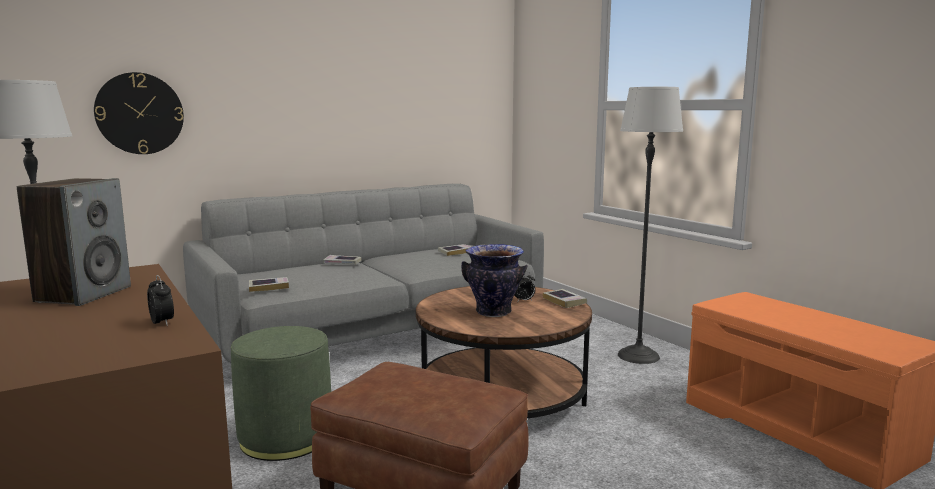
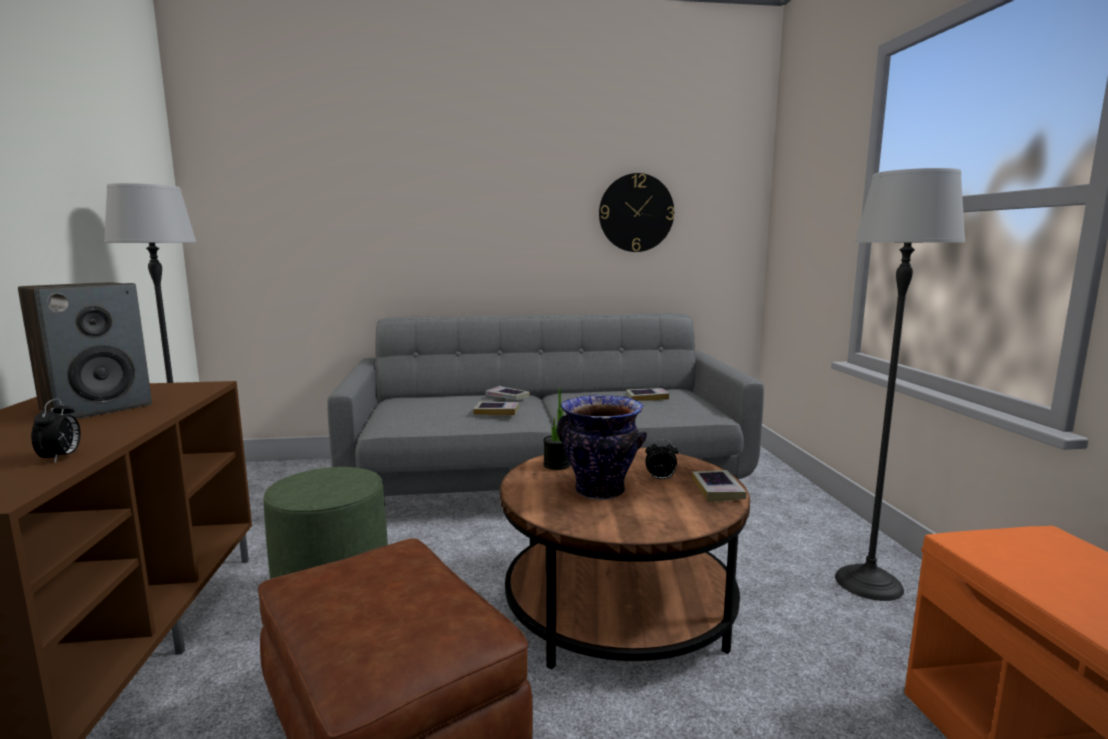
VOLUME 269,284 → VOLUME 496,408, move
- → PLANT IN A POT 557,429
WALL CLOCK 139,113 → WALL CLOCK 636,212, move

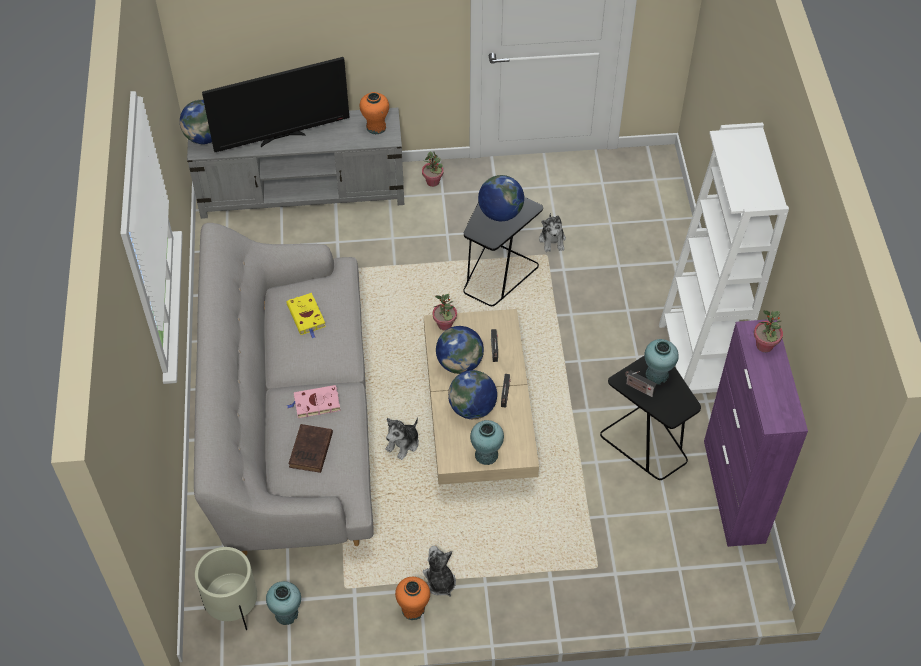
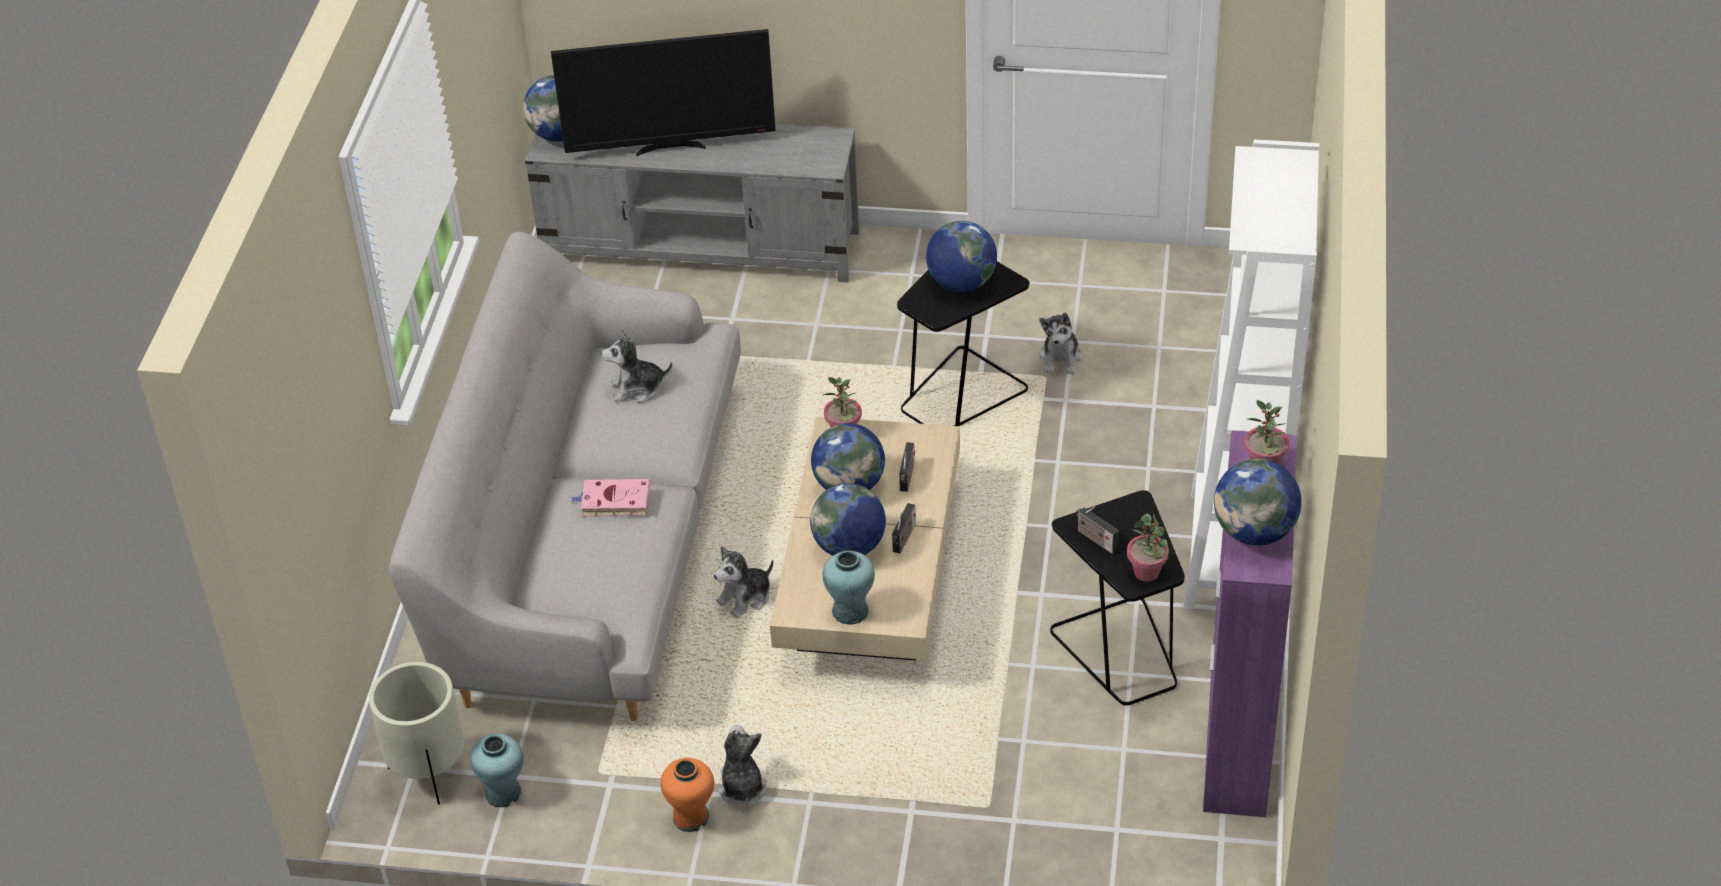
YELLOW VOLUME 306,316 → CUDDLY TOY 636,366
PLANT IN A POT 433,169 → PLANT IN A POT 1148,548, move
- → GLOBE 1258,502
BROWNISH VOLUME 310,448 → -
ORANGEY DECORATIVE VASE 374,113 → -
TURQUOISE-COLOURED DECORATIVE VASE 661,362 → -

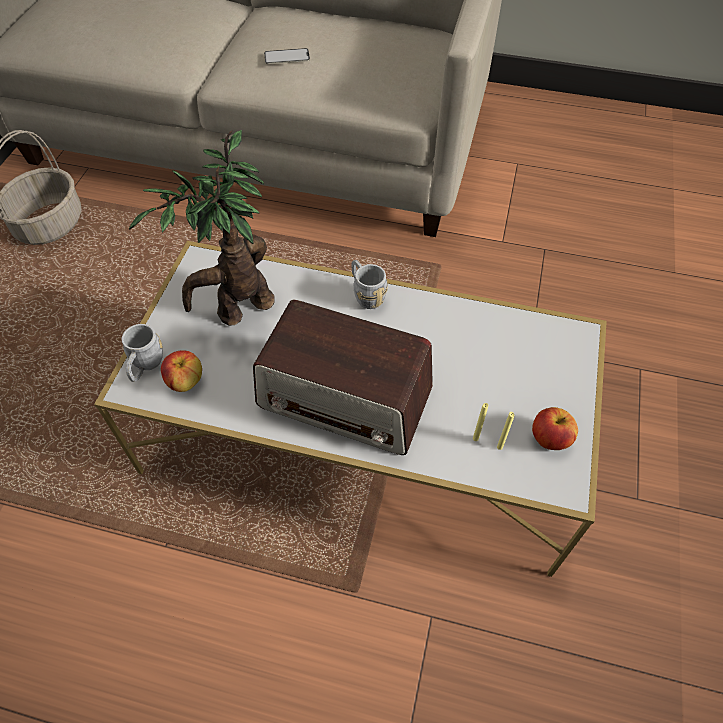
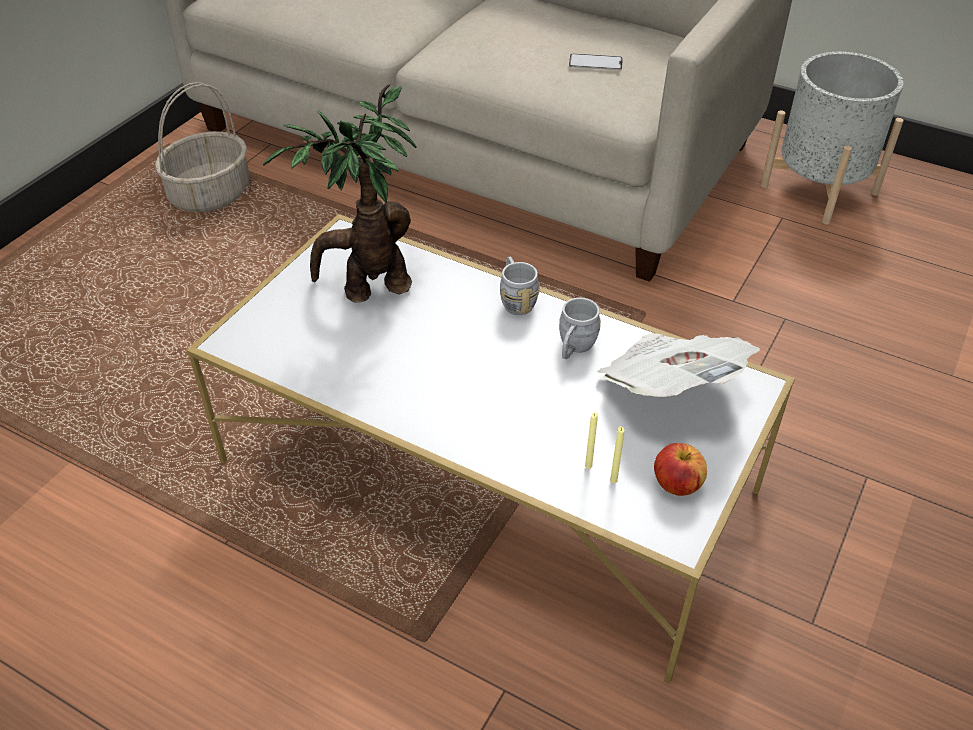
GREYISH COFFEE MUG 142,353 → GREYISH COFFEE MUG 580,328, move
TELEPHONE 287,56 → TELEPHONE 596,62, move
- → NEWSPAPER 678,365
- → GREYISH PLANT POT 832,138
APPLE 181,371 → -
RADIO SET 343,377 → -

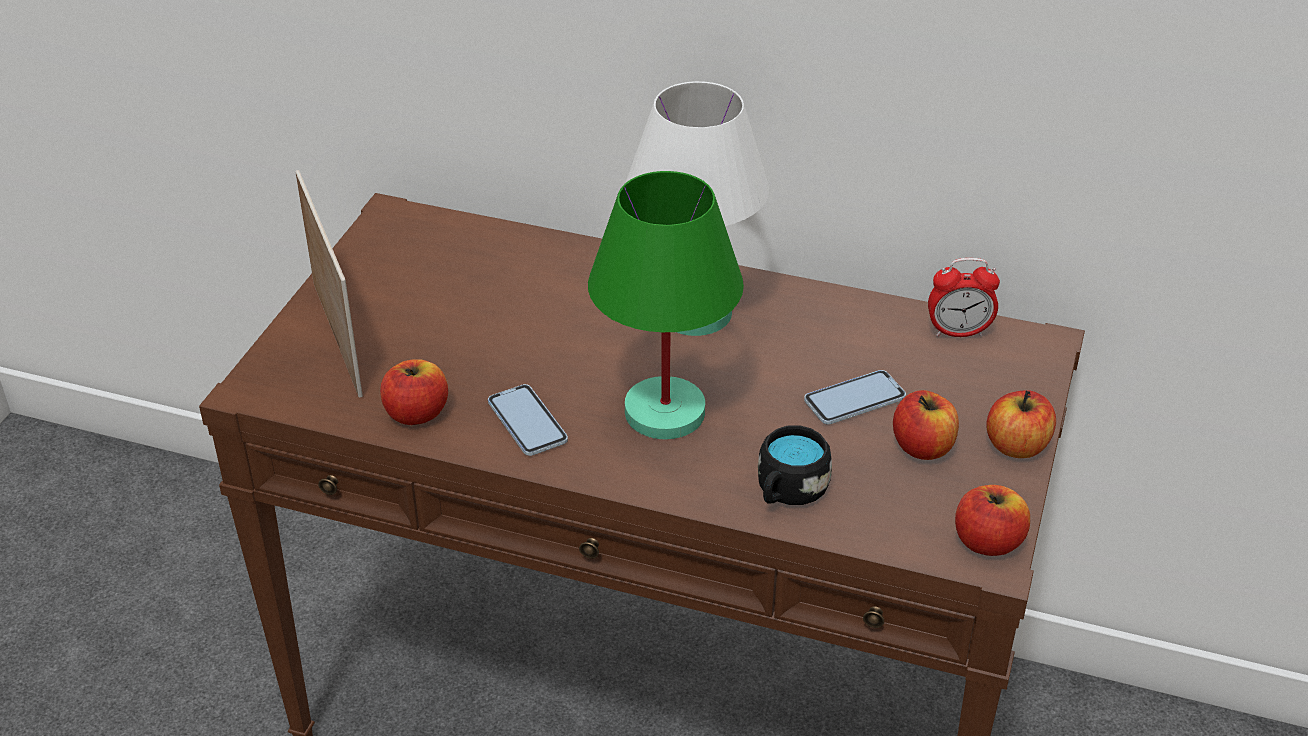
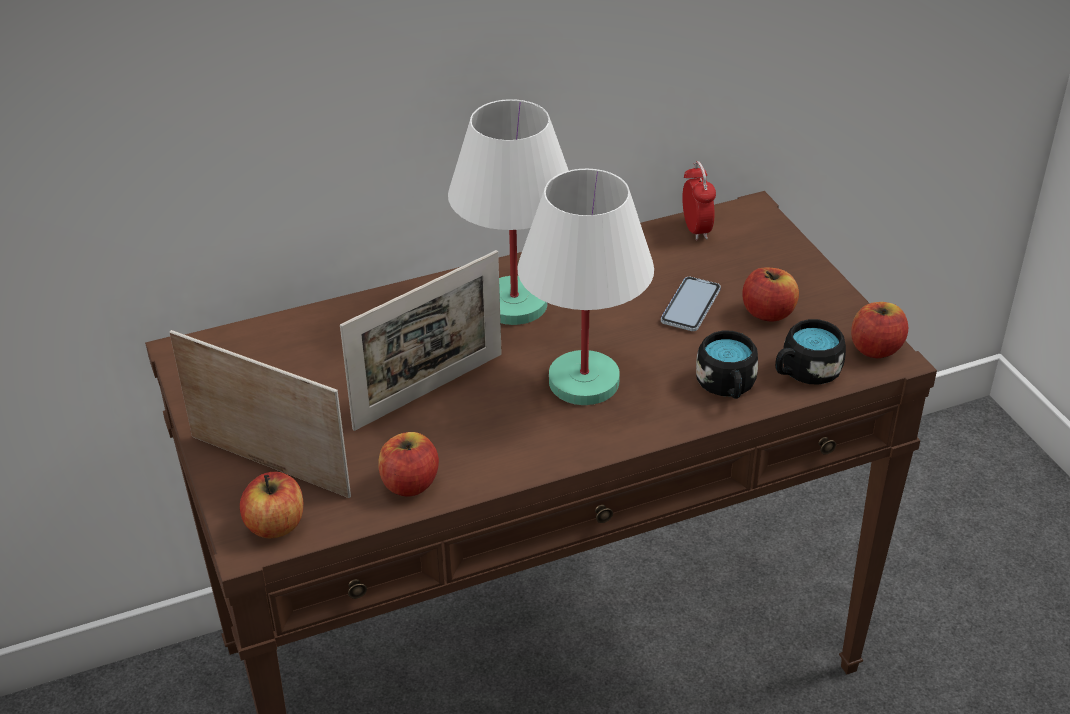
APPLE 1021,424 → APPLE 271,505, move
- → PICTURE FRAME 421,340
GREENISH LAMP FOR A TABLE 666,305 → WHITE LAMP FOR A TABLE 585,287
ALARM CLOCK 964,297 → ALARM CLOCK 699,201, 60 degrees counterclockwise
- → BLACKISH COFFEE MUG 810,351
TELEPHONE 528,420 → -

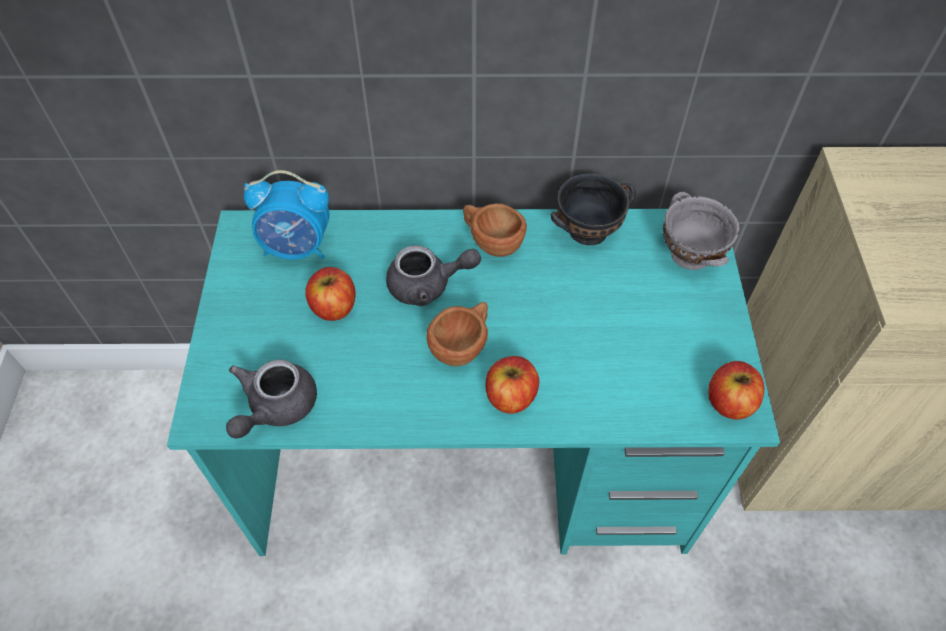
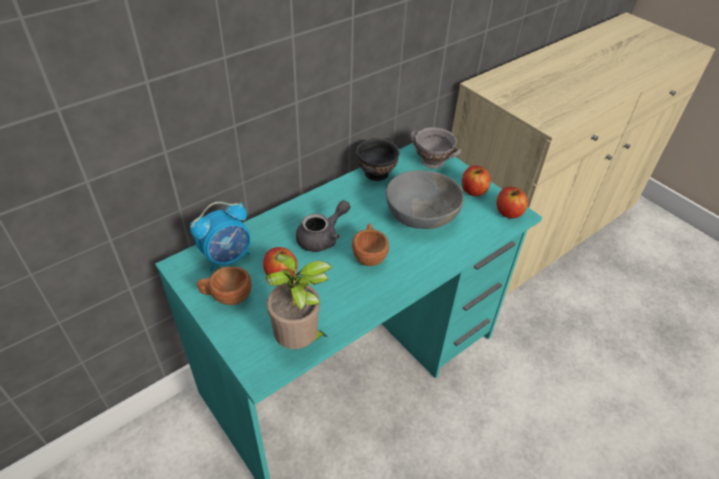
BROWNISH DRINKING CUP 495,230 → BROWNISH DRINKING CUP 224,286, move
GREYISH TEA POT 271,399 → PLANT IN A POT 299,301
- → GREYISH SERVING BOWL 425,199
APPLE 512,385 → APPLE 476,180, move

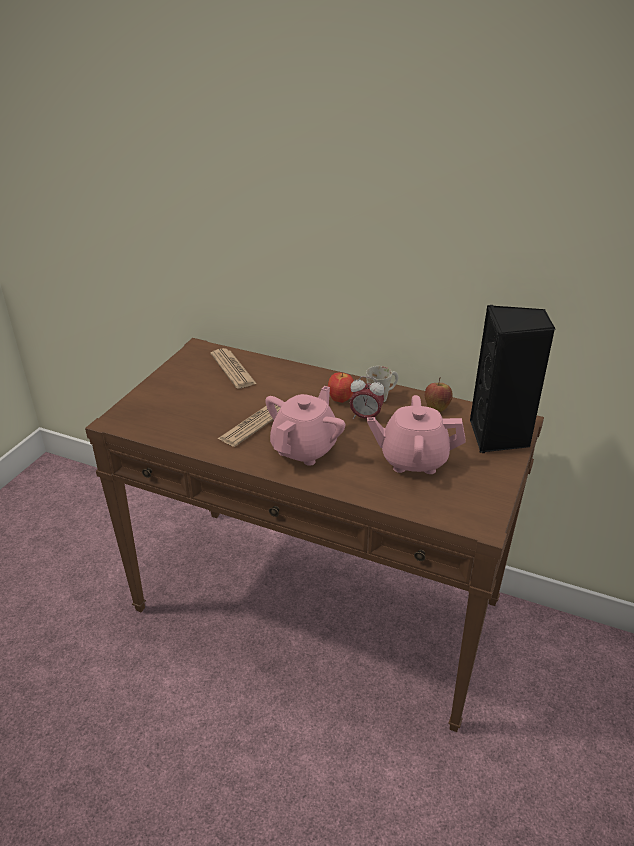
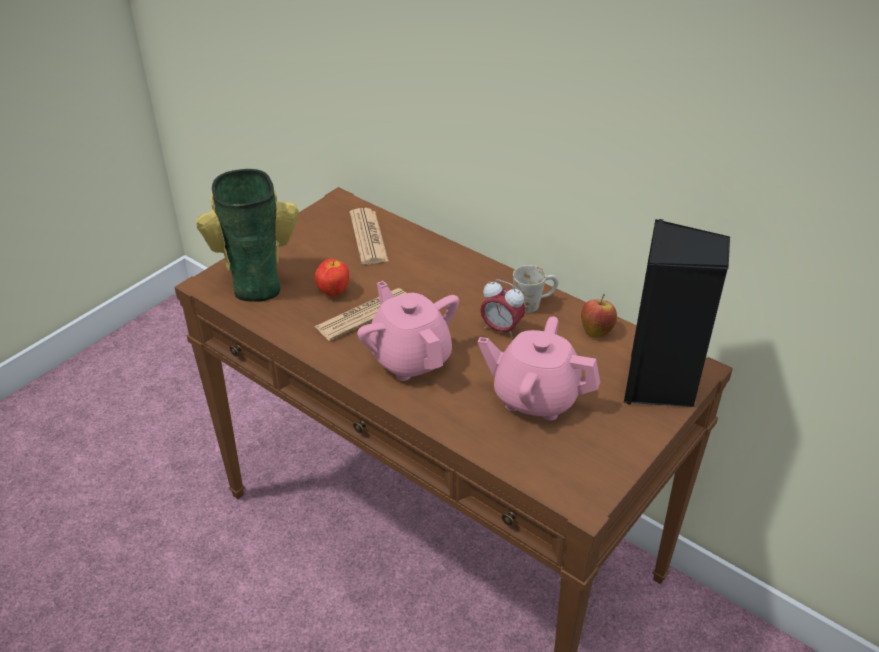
- → DECORATIVE VASE 247,235
APPLE 341,388 → APPLE 332,278, move
PINK TEA POT 305,426 → PINK TEA POT 408,331, 75 degrees counterclockwise

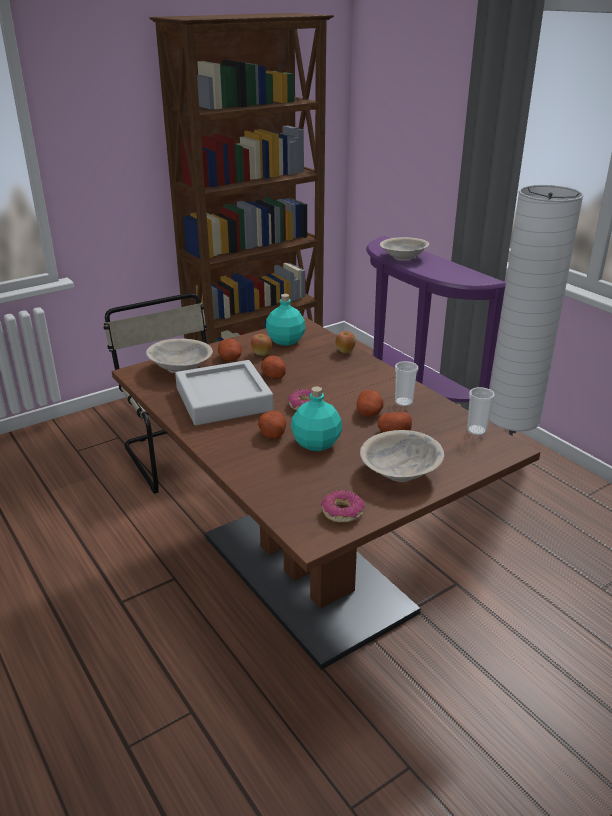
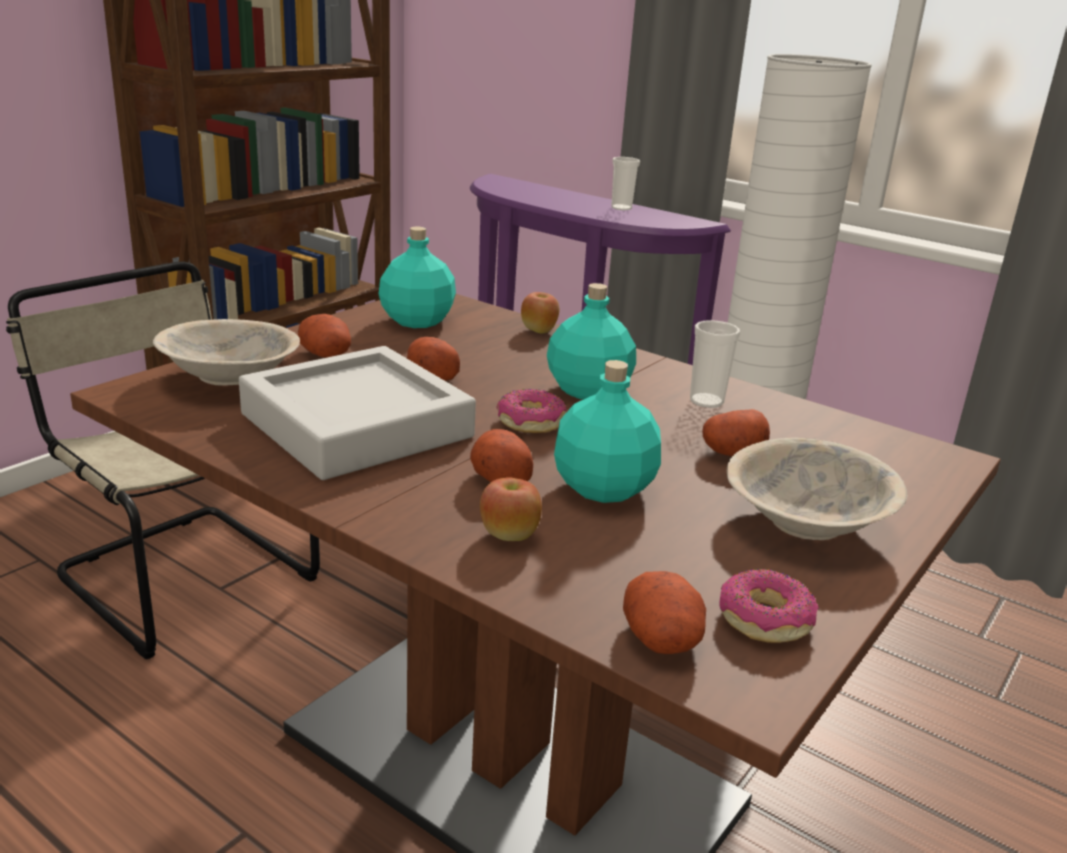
APPLE 261,345 → APPLE 511,509, move
- → TURQUOISE-COLOURED DRINK BOTTLE 591,341
DRINKING CUP 481,411 → DRINKING CUP 625,183, move
POTATO 370,403 → POTATO 664,612, move
SAND-COLOURED SERVING BOWL 404,248 → -

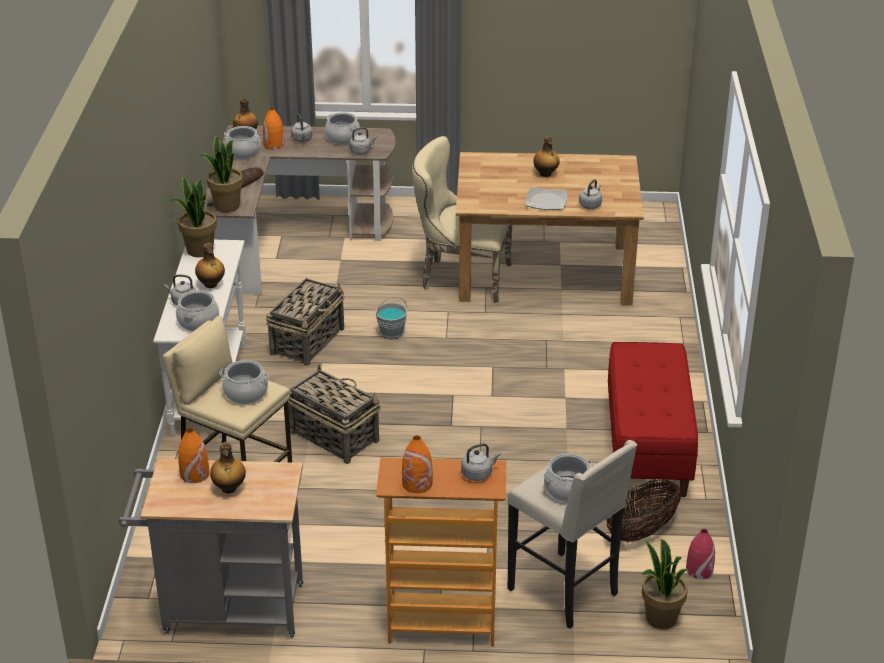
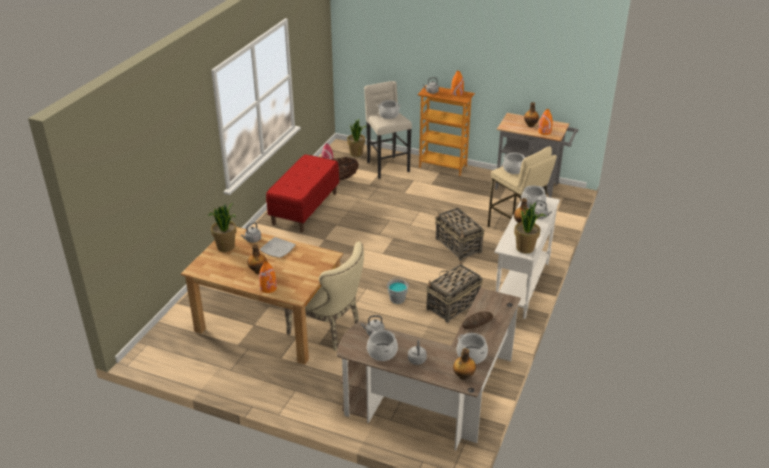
PLANT IN A POT 221,174 → PLANT IN A POT 222,227, move
ORANGEY DECORATIVE VASE 274,129 → ORANGEY DECORATIVE VASE 268,277, move

